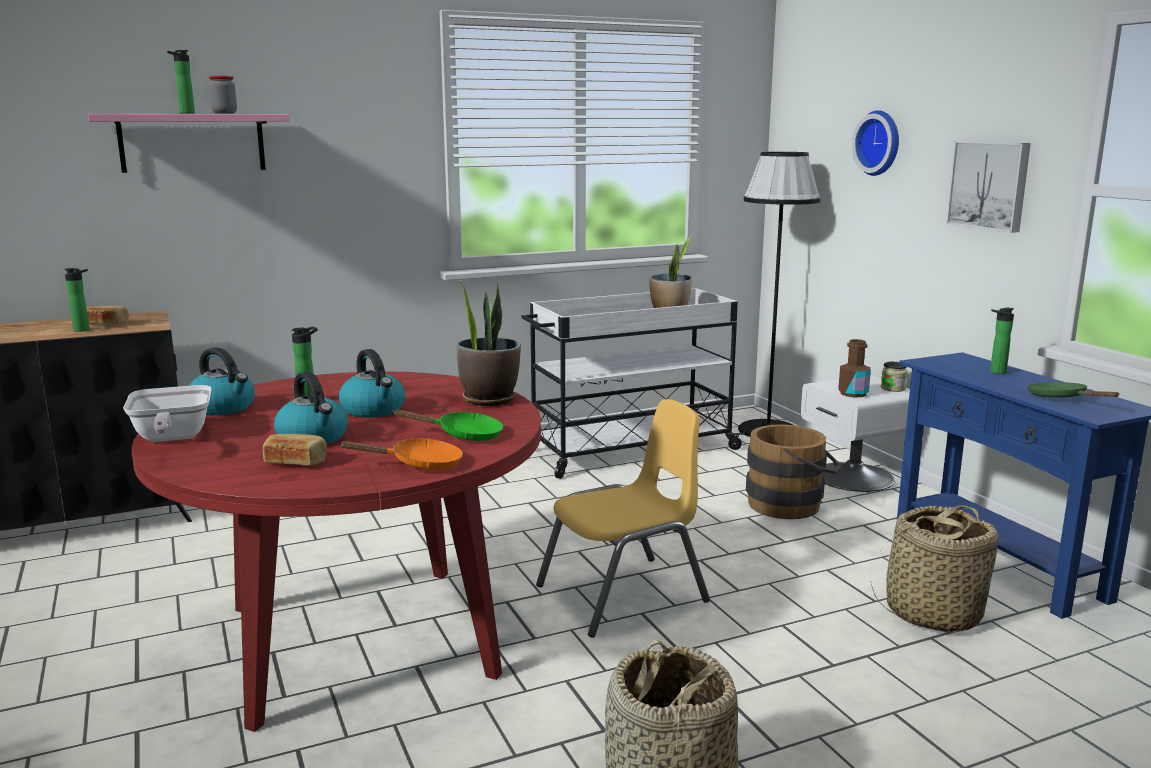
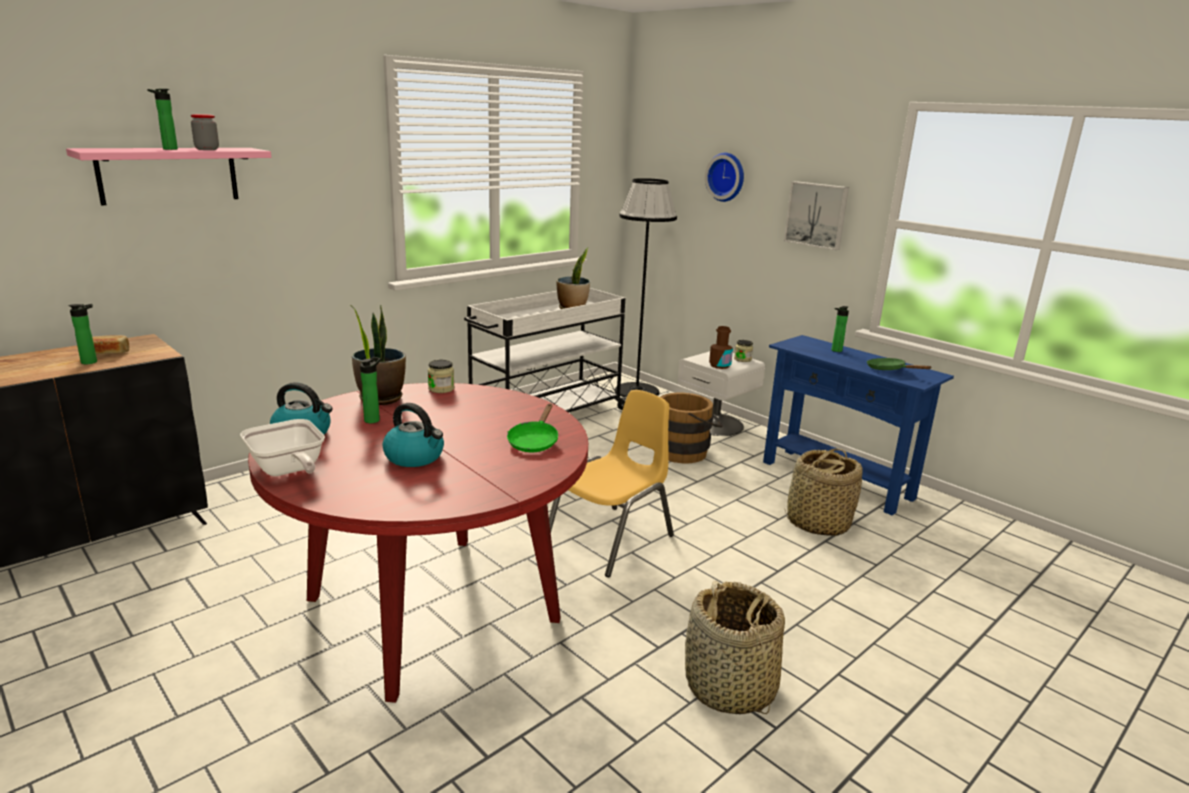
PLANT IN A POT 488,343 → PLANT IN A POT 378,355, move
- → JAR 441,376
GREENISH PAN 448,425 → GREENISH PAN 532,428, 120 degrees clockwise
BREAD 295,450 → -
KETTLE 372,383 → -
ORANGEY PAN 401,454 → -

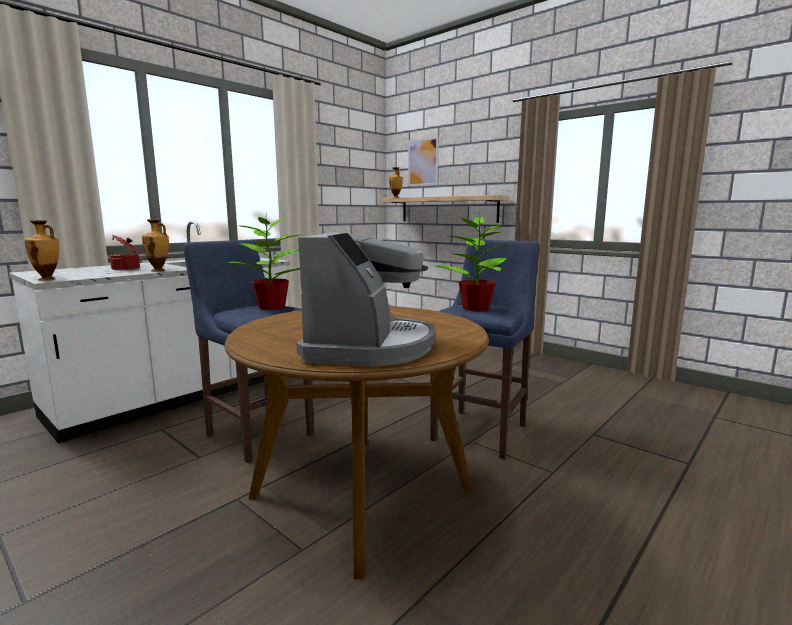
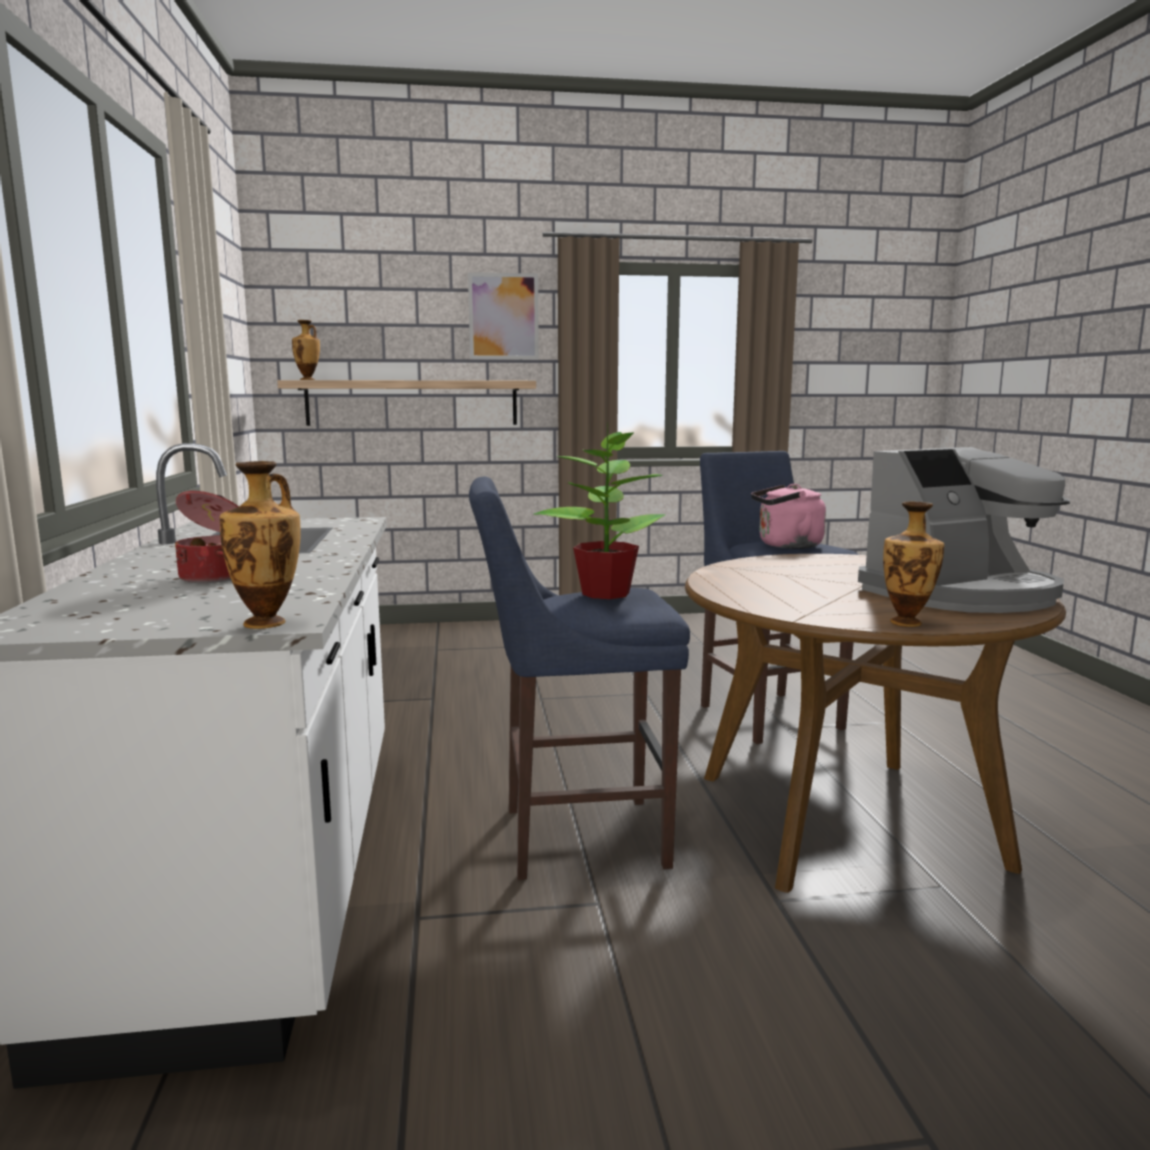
PICTURE 423,161 → PICTURE 503,316, move
PLANT IN A POT 473,261 → PINK KETTLE 788,516
COFFEE MAKER 366,299 → COFFEE MAKER 964,530, 105 degrees clockwise
DECORATIVE VASE 155,245 → DECORATIVE VASE 913,564, move

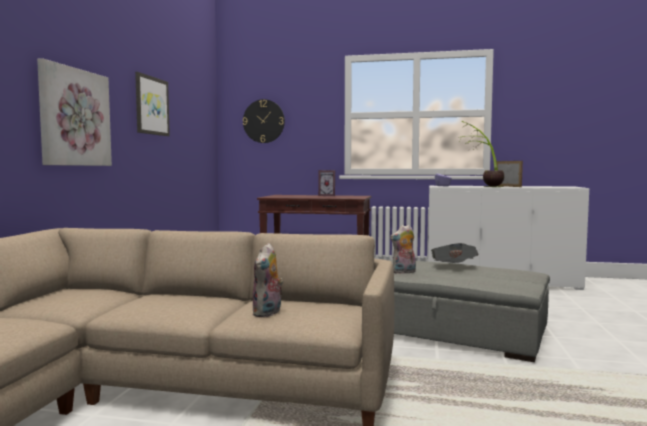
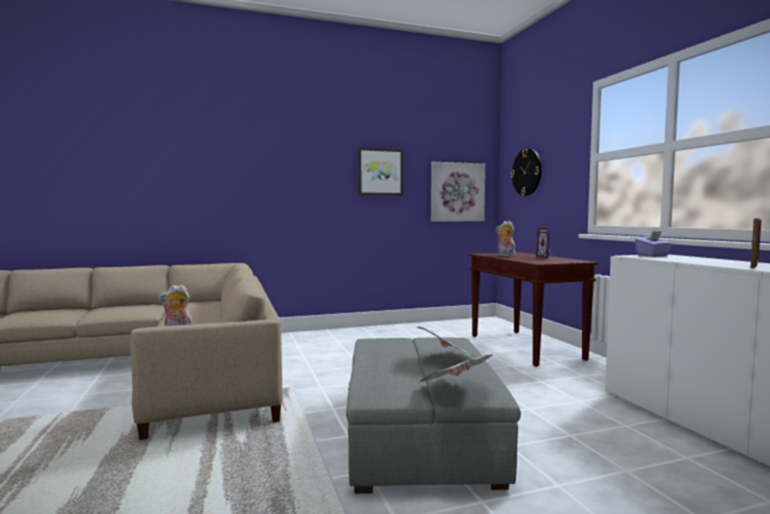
- → NEWSPAPER 455,369
PICTURE 74,112 → PICTURE 458,192, move
CUDDLY TOY 403,249 → CUDDLY TOY 506,238, move
PLANT IN A POT 481,154 → -

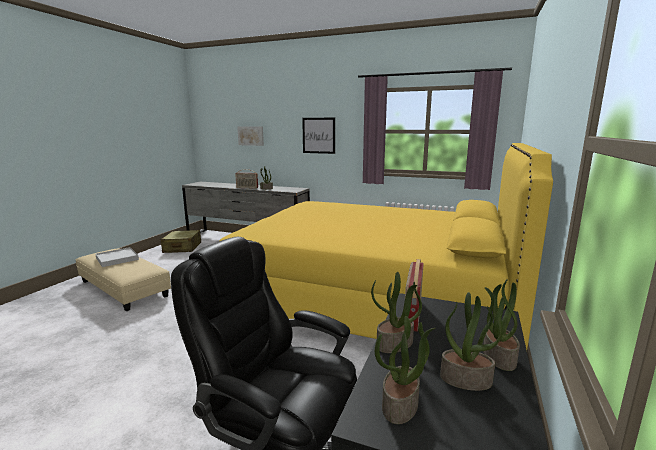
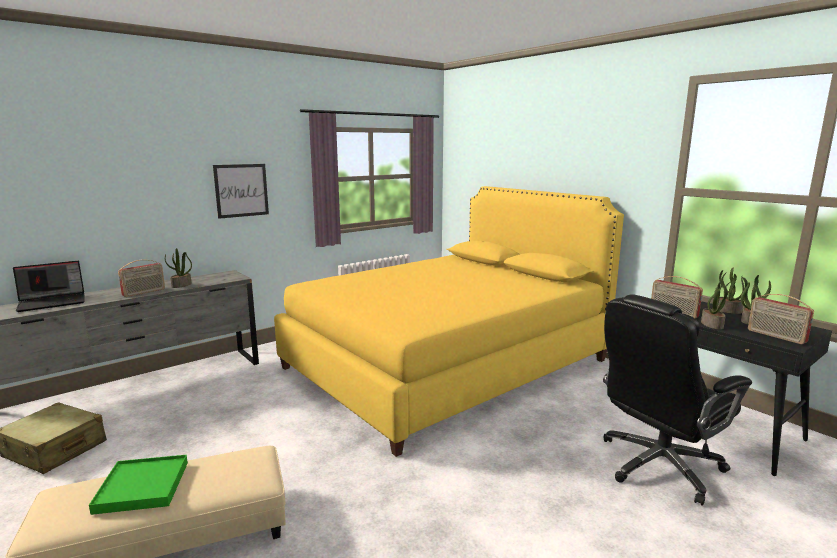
- → PORTABLE COMPUTER 49,286
WHITE CARRYING TRAY 117,257 → GREENISH CARRYING TRAY 138,485
PLANT IN A POT 405,370 → RADIO SET 781,319
PICTURE 250,136 → -

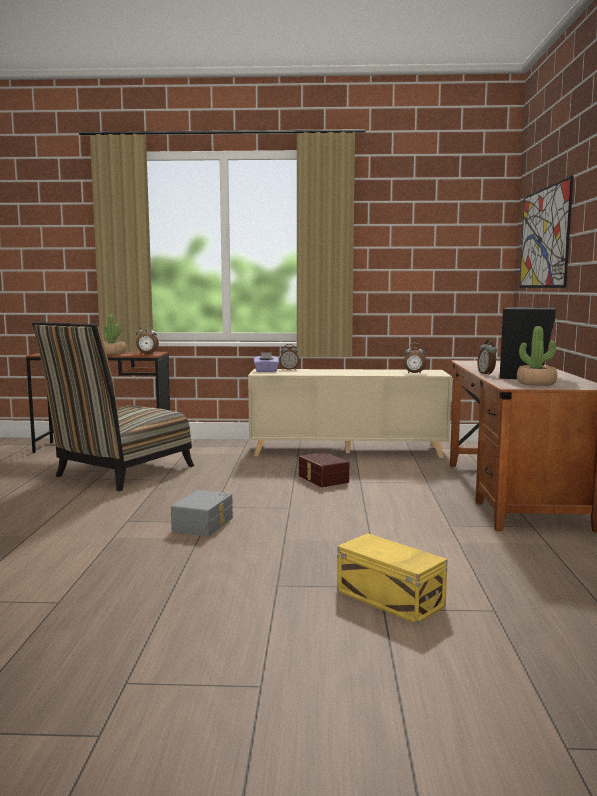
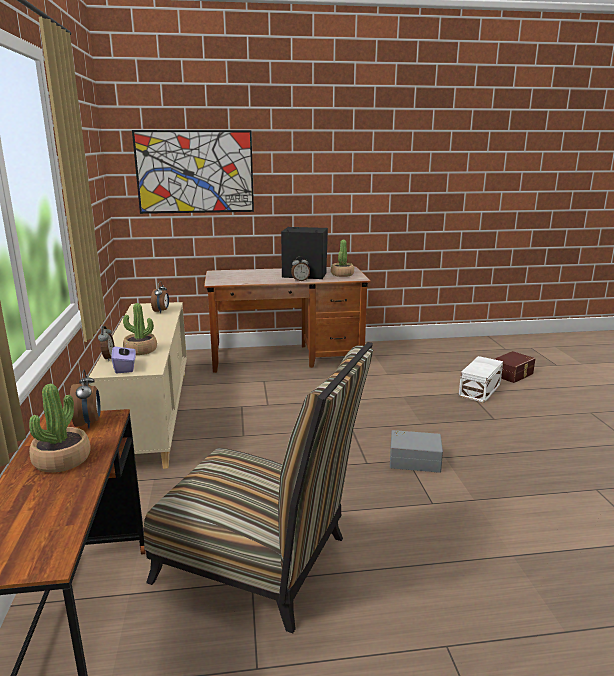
- → PLANT IN A POT 140,329
YELLOW STORAGE CONTAINER 392,578 → WHITE STORAGE CONTAINER 481,379
BROWNISH STORAGE CONTAINER 324,469 → BROWNISH STORAGE CONTAINER 515,367, move

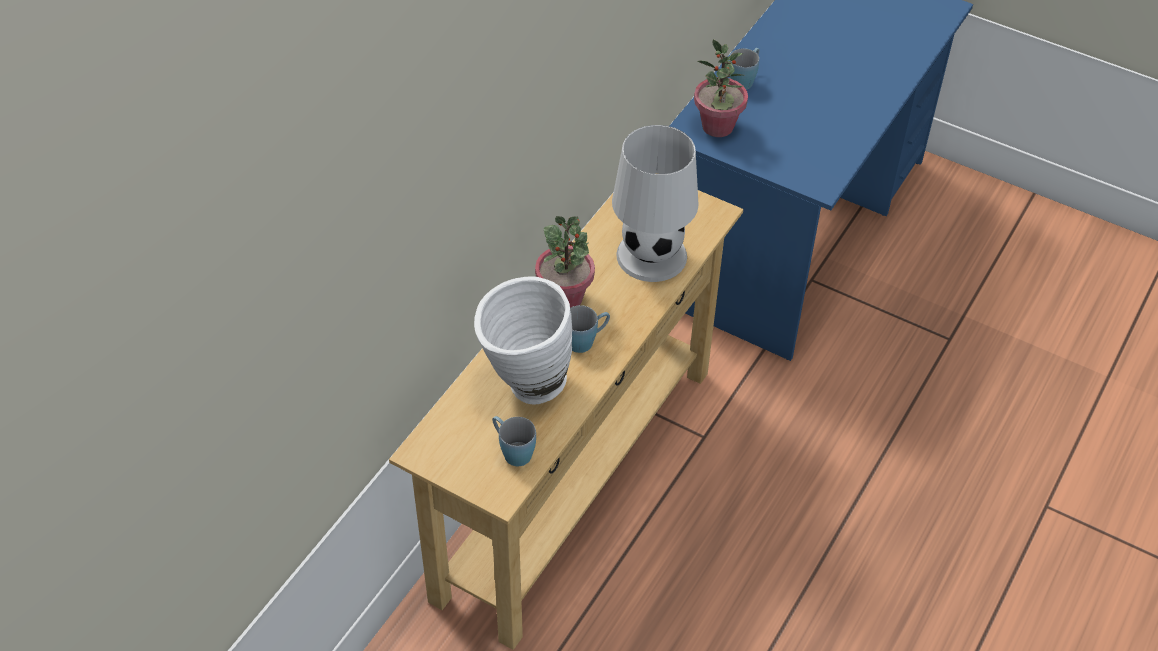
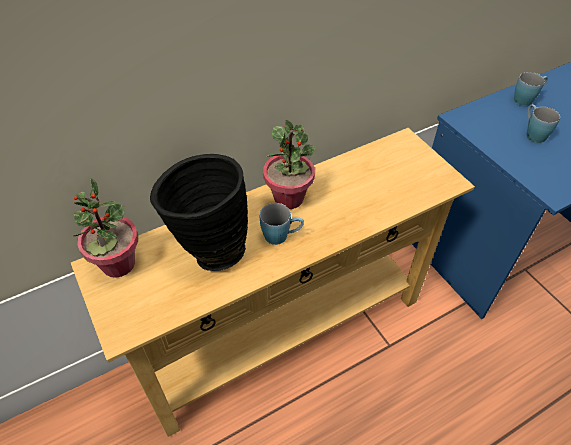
PLANT IN A POT 721,88 → PLANT IN A POT 105,228, move
WHITE DECORATIVE VASE 523,340 → BLACKISH DECORATIVE VASE 199,212
BLUE-COLOURED COFFEE MUG 514,441 → BLUE-COLOURED COFFEE MUG 543,123, move
WHITE LAMP FOR A TABLE 655,203 → -

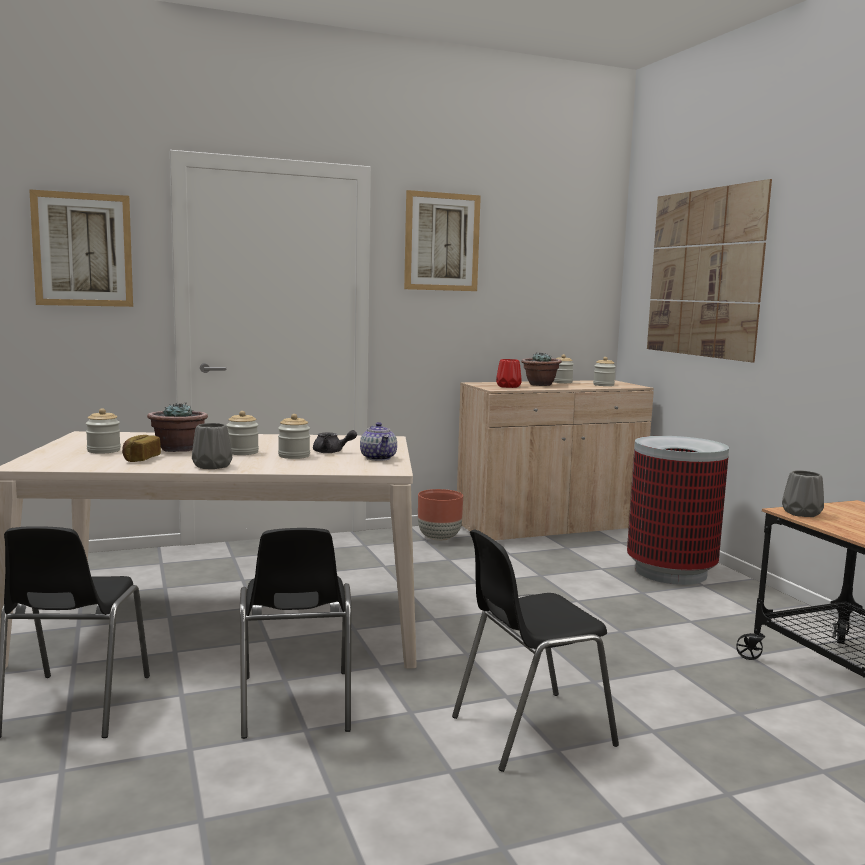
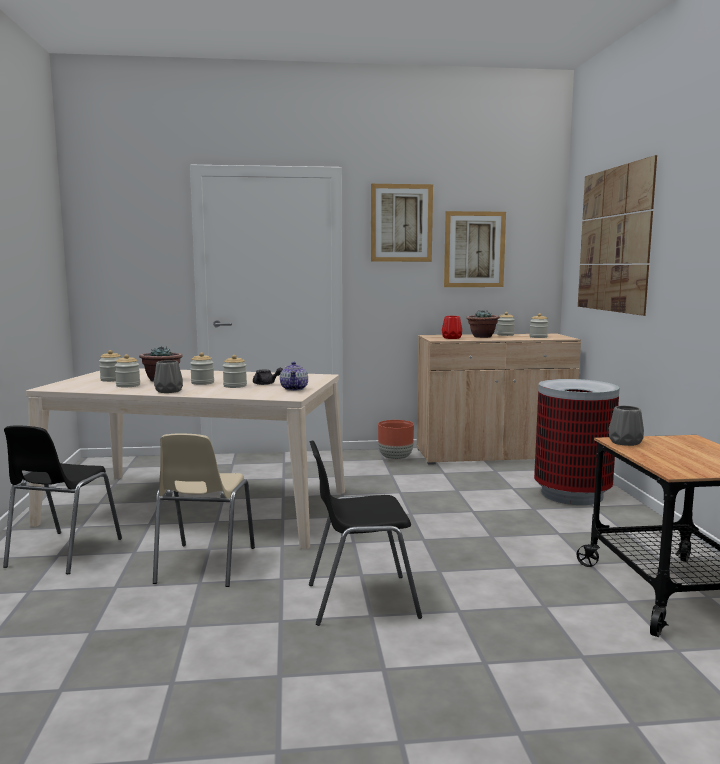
BREAD 141,448 → JAR 127,371
BLACKISH UPRIGHT CHAIR 295,633 → SAND-COLOURED UPRIGHT CHAIR 204,510
PICTURE 81,248 → PICTURE 475,249, move

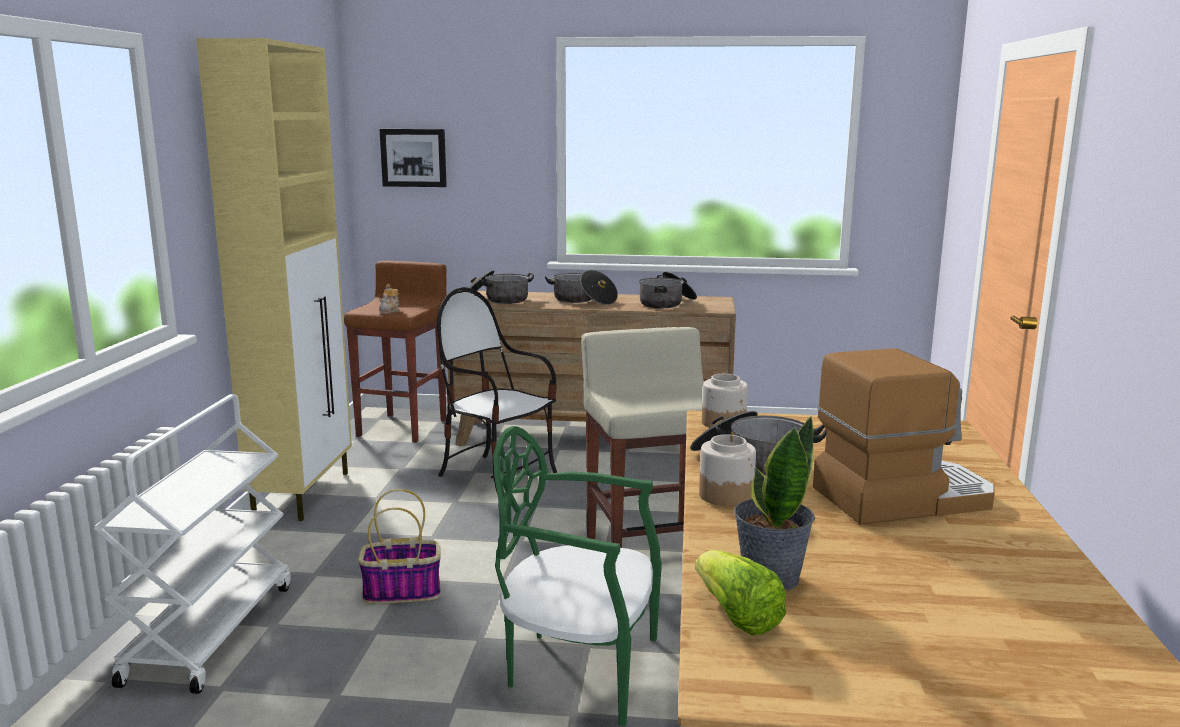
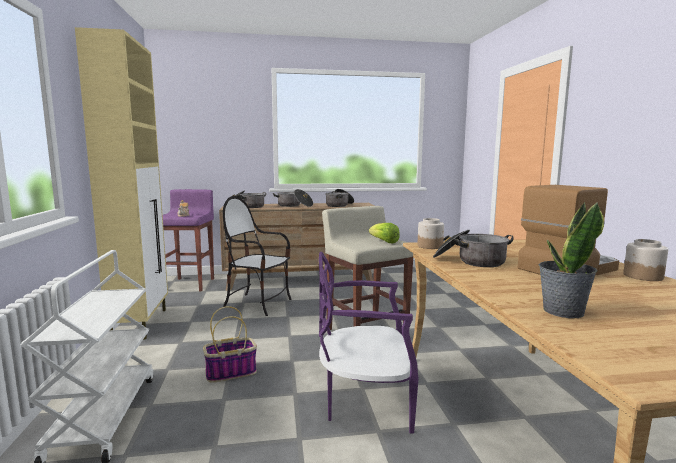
BROWNISH STOOL SEAT 395,352 → PURPLE STOOL SEAT 188,240
GREENISH UPRIGHT CHAIR 577,576 → PURPLE UPRIGHT CHAIR 369,343
HEAD OF LETTUCE 740,593 → HEAD OF LETTUCE 384,233, move
JAR 727,470 → JAR 645,260, move
PICTURE 413,158 → -

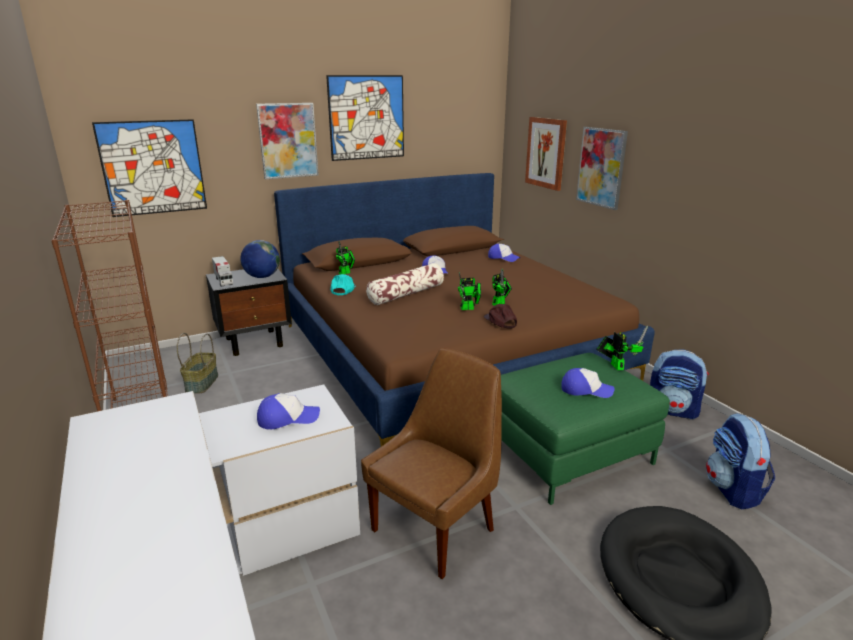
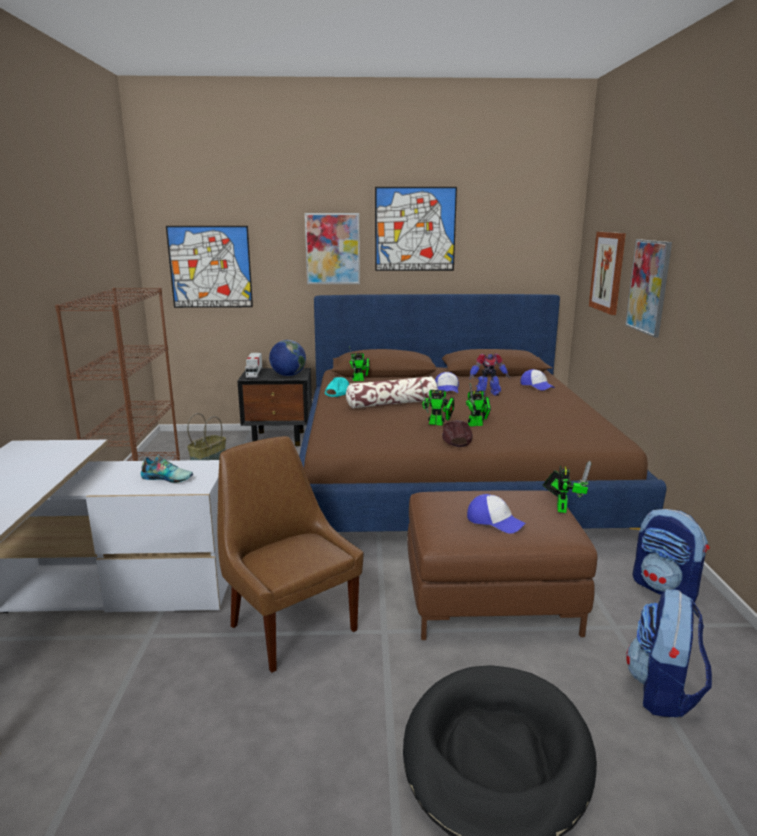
CAP 288,411 → SHOE 167,469
BROWNISH UPRIGHT CHAIR 431,463 → BROWNISH UPRIGHT CHAIR 290,554, 105 degrees counterclockwise
GREENISH FOOTREST 585,429 → BROWNISH FOOTREST 502,565
- → TOY ROBOT 489,374

